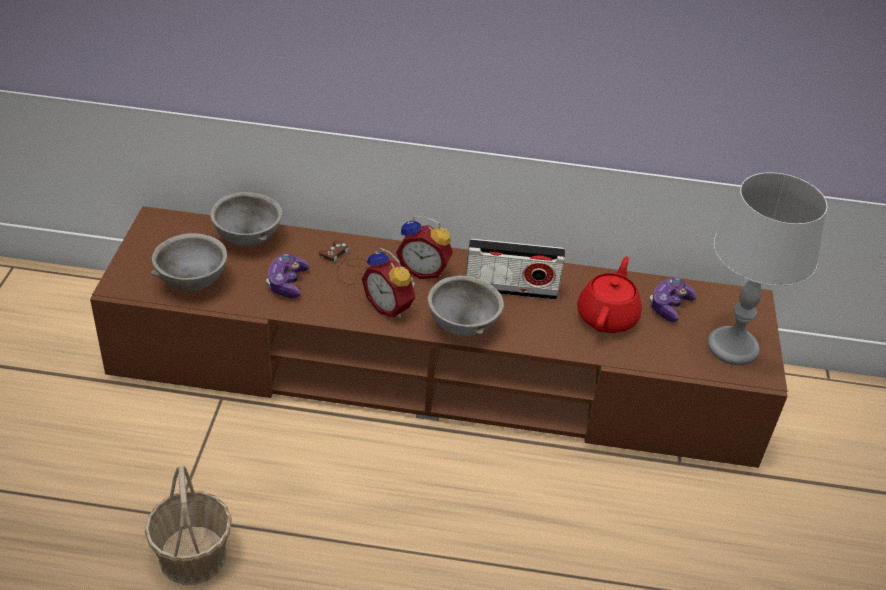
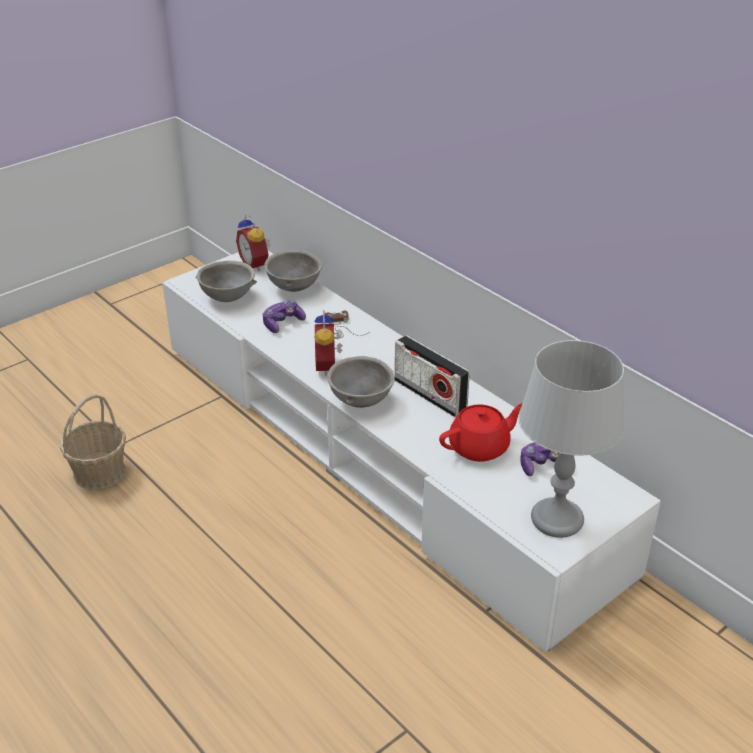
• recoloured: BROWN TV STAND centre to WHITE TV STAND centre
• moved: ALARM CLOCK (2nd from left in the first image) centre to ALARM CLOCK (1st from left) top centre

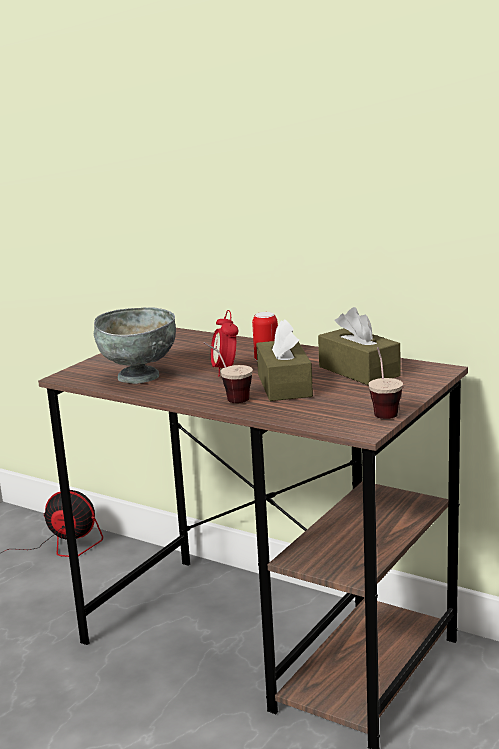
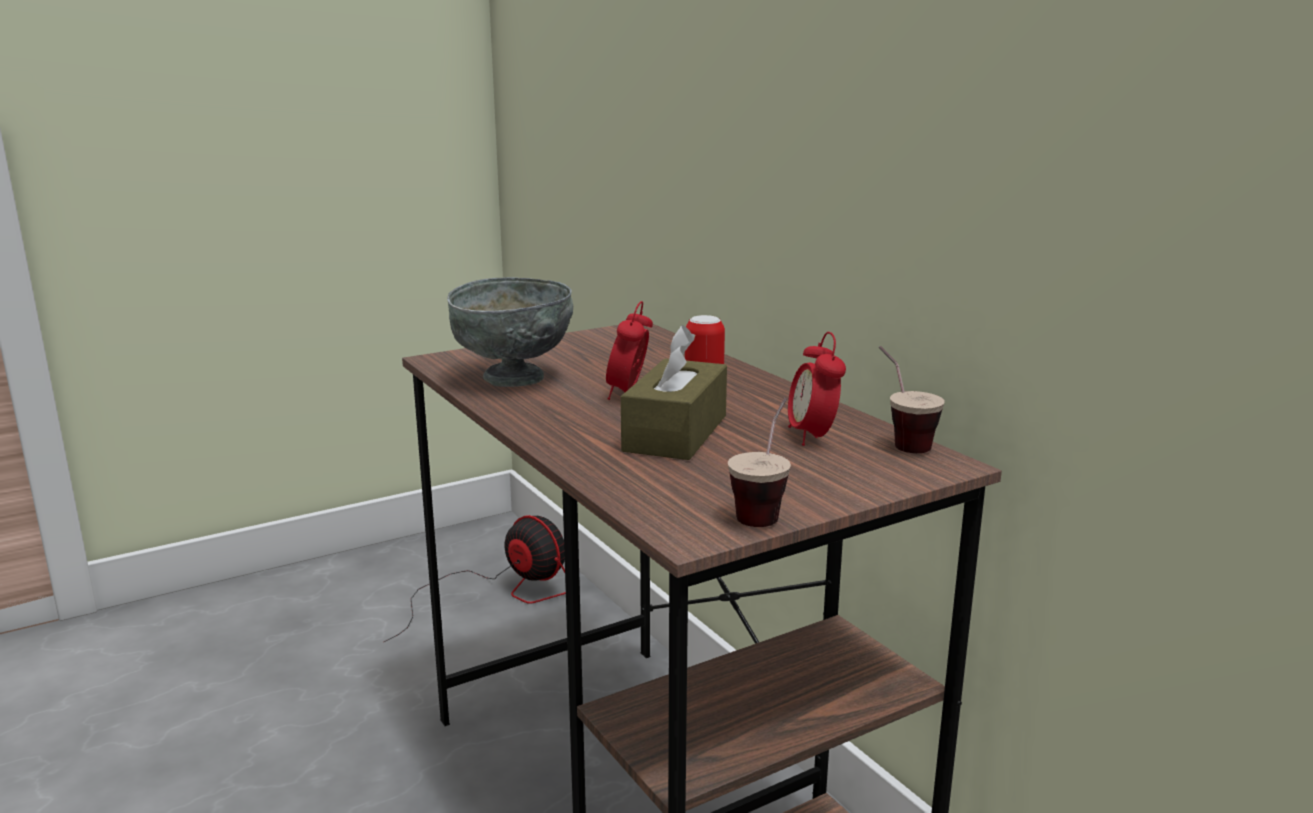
• moved: CUP (1st from left in the first image) centre to CUP (2nd from left) middle right
• replaced: BROWN TISSUE BOX (2nd from left) middle right to ALARM CLOCK (2nd from left) centre

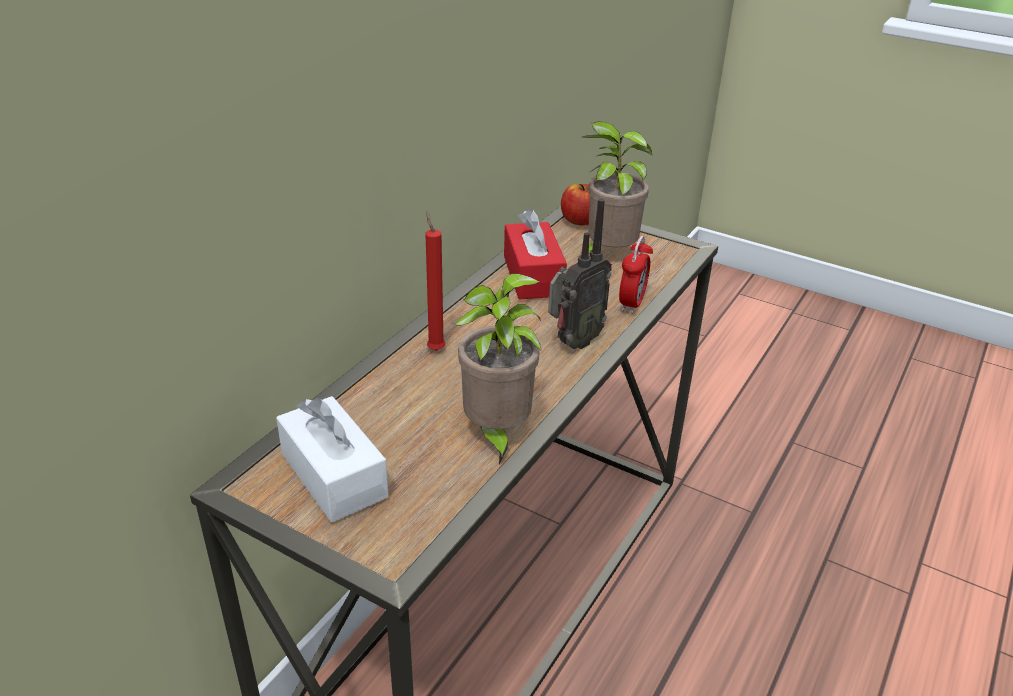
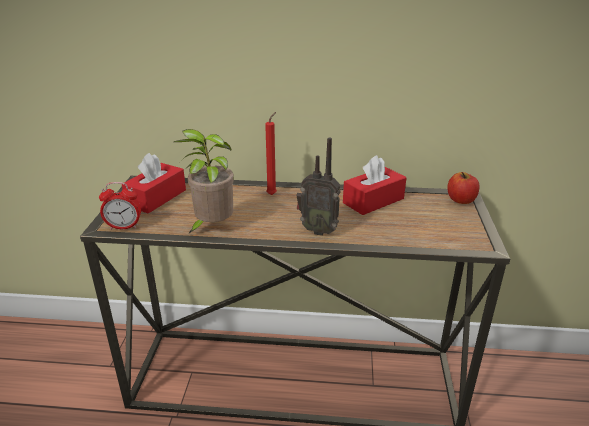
• recoloured: WHITE TISSUE BOX middle left to RED TISSUE BOX (1st from left) middle left
• removed: POTTED PLANT (2nd from left) top centre
• moved: ALARM CLOCK centre to middle left

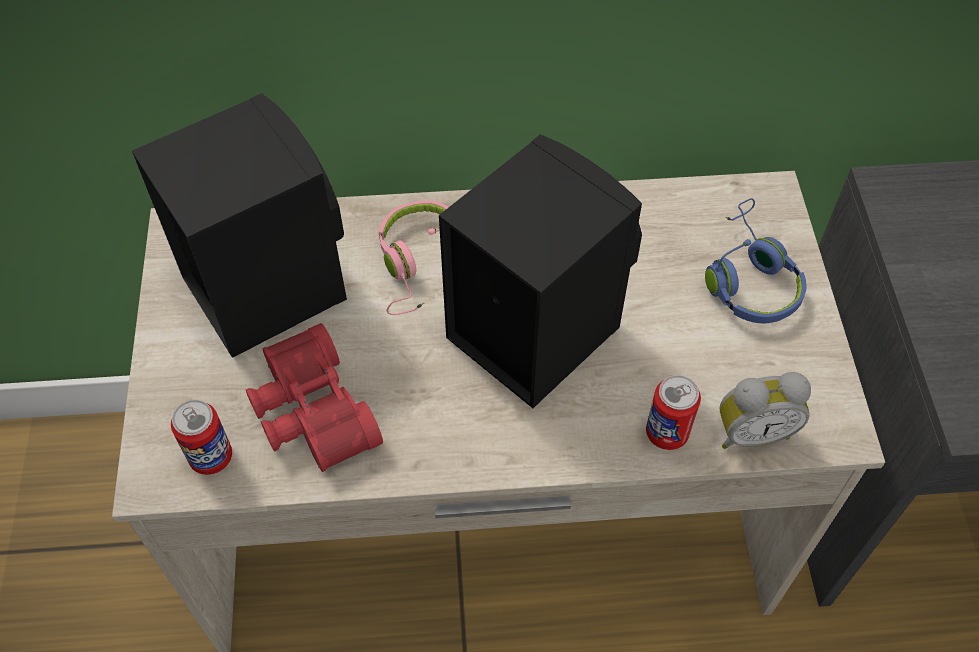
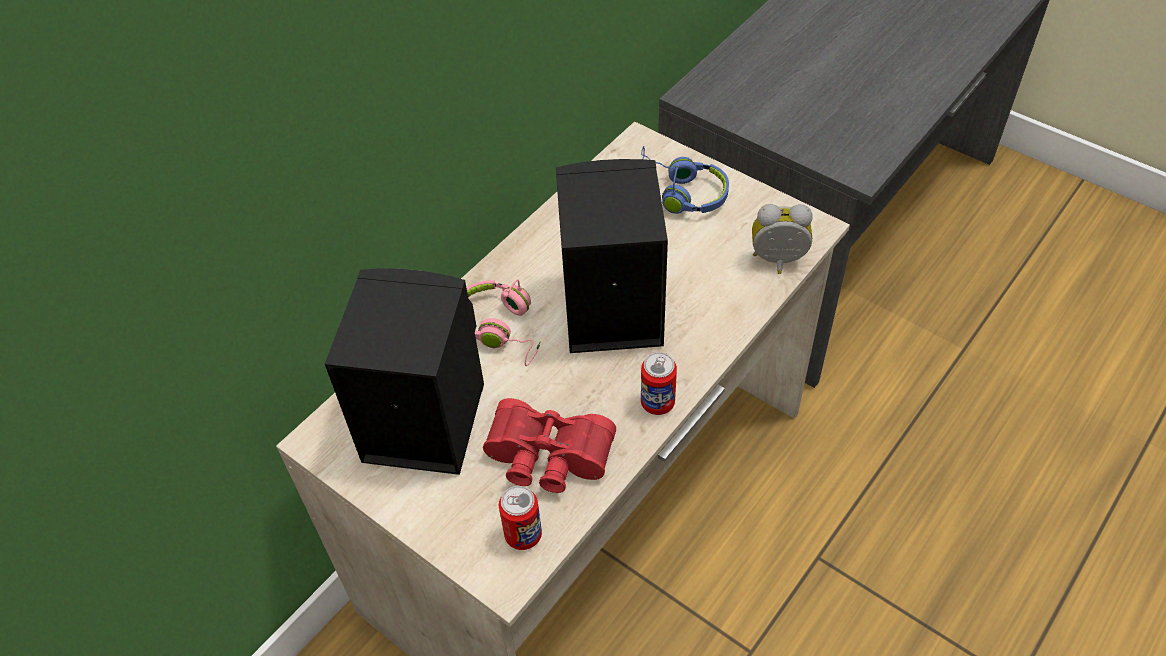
• moved: CAN (2nd from left) middle right to centre
• turned: ALARM CLOCK middle right = middle right 120 degrees counterclockwise

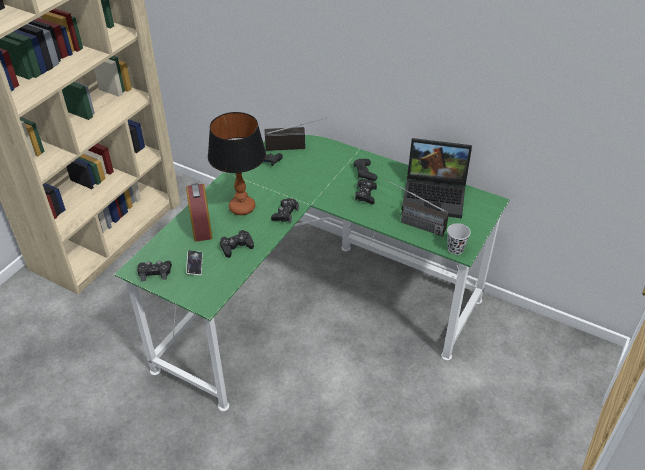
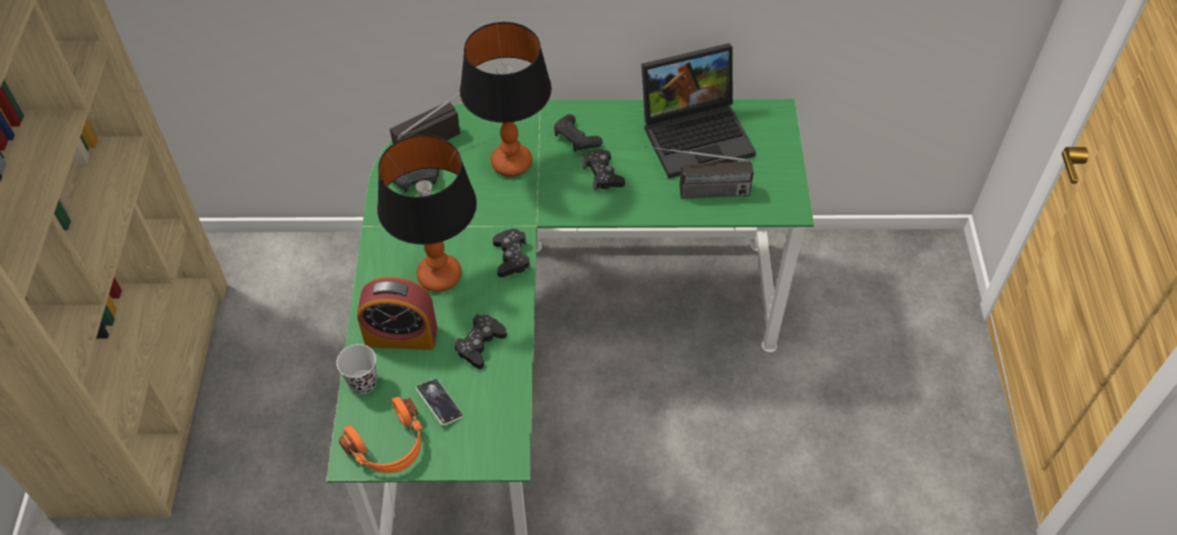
• replaced: BLACK GAME CONTROLLER (1st from left) middle left to ORANGE HEADPHONES bottom left
• turned: ALARM CLOCK middle left = centre 45 degrees counterclockwise
• moved: BLACK CUP middle right to bottom left
• added: TABLE LAMP (2nd from left) top centre

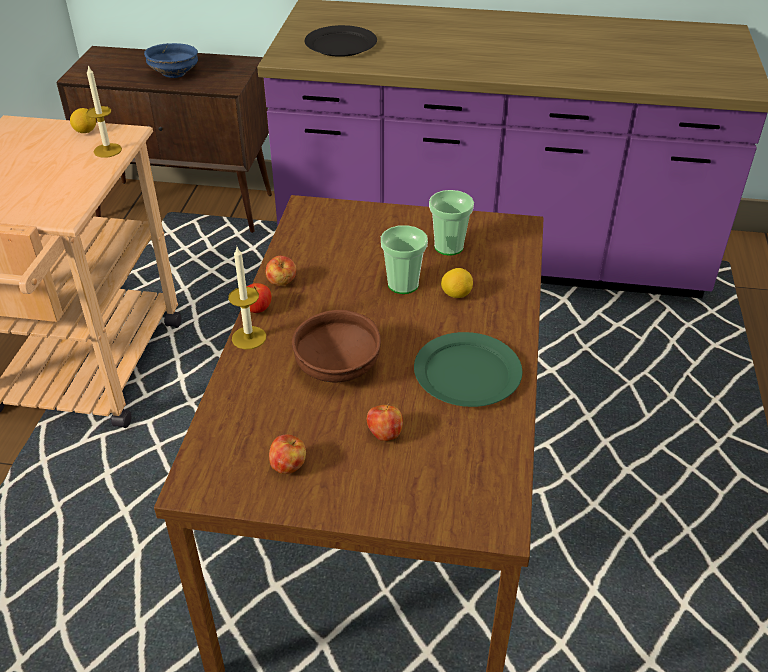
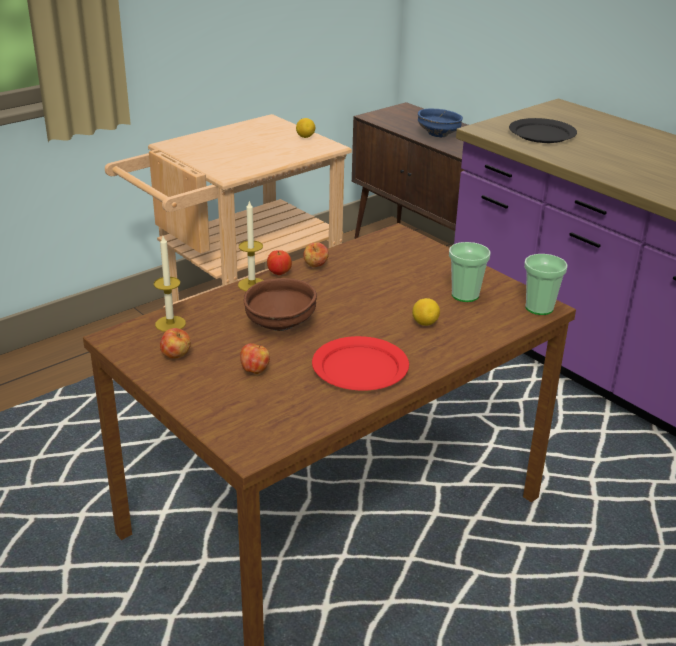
• moved: CANDLE (1st from left) top left to middle left
• moved: CUP (1st from left in the first image) centre to CUP (2nd from left) middle right
• recoloured: GREEN PLATE centre to RED PLATE centre

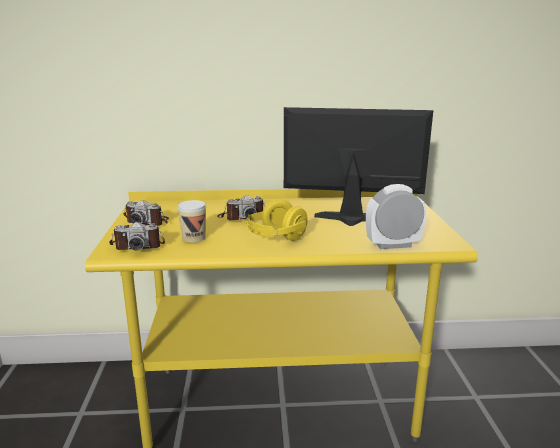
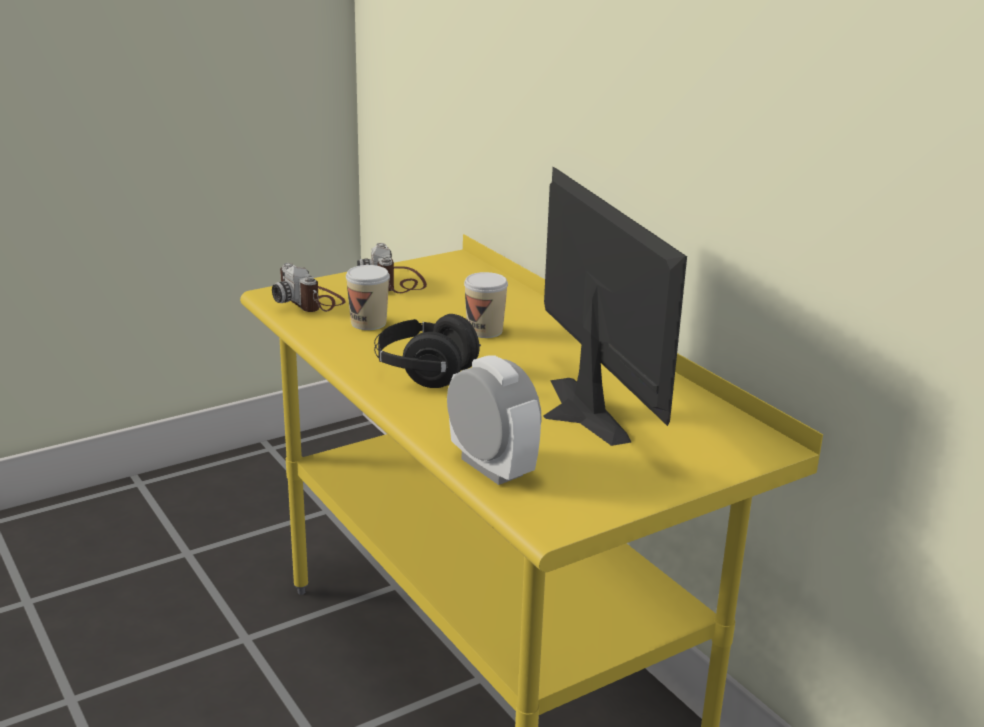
• replaced: PHOTO CAMERA (3rd from left) centre to CUP (2nd from left) centre
• recoloured: YELLOW HEADPHONES centre to BLACK HEADPHONES centre

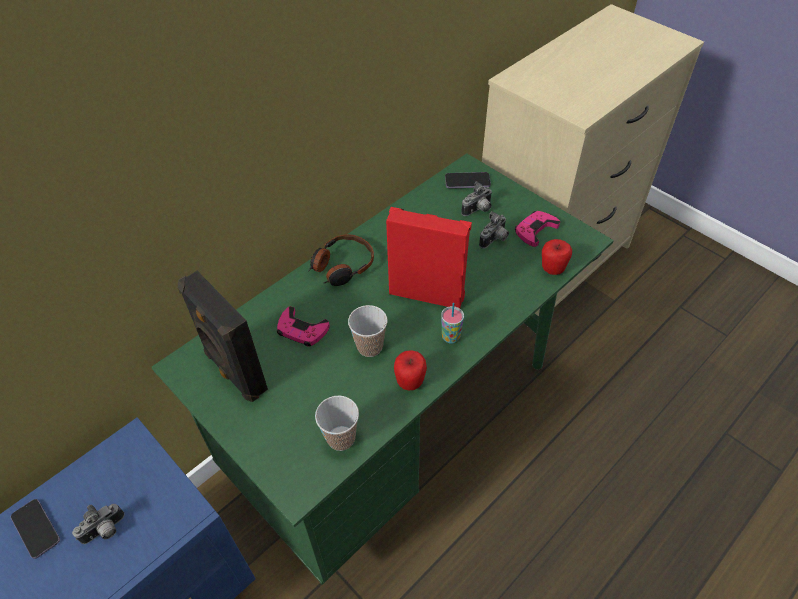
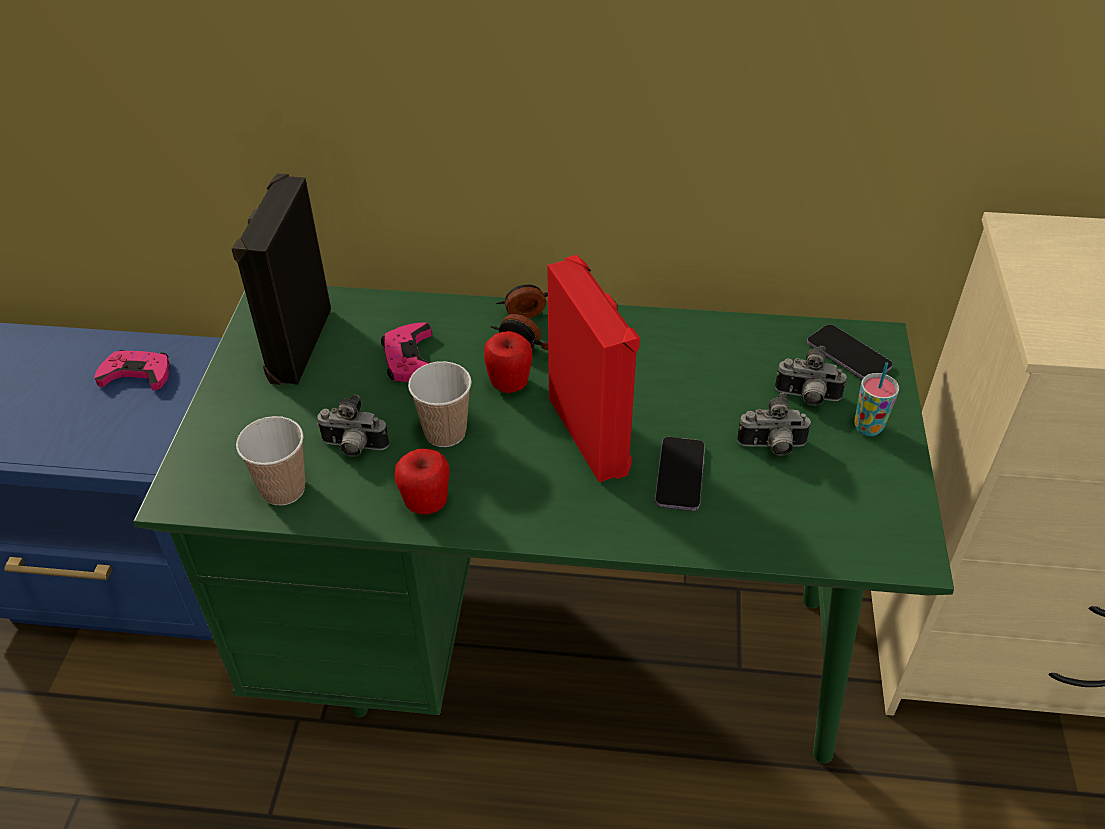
• moved: PHONE (1st from left) bottom left to centre
• moved: PHOTO CAMERA (1st from left) bottom left to middle left
• moved: CUP (3rd from left) centre to middle right
• moved: PINK GAME CONTROLLER (2nd from left in the first image) middle right to PINK GAME CONTROLLER (1st from left) middle left
• moved: APPLE (2nd from left) middle right to centre

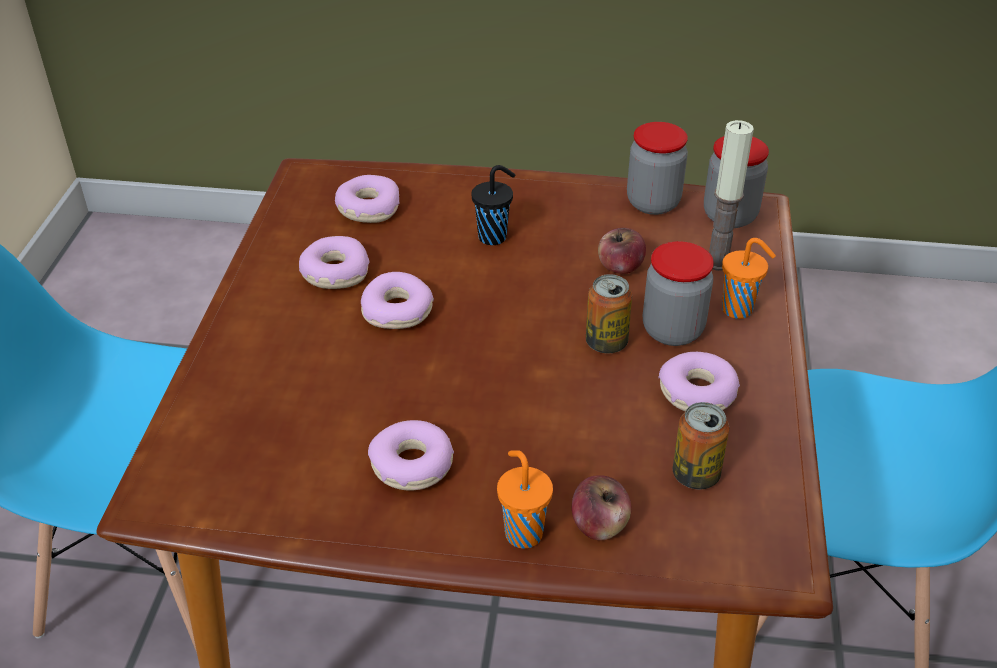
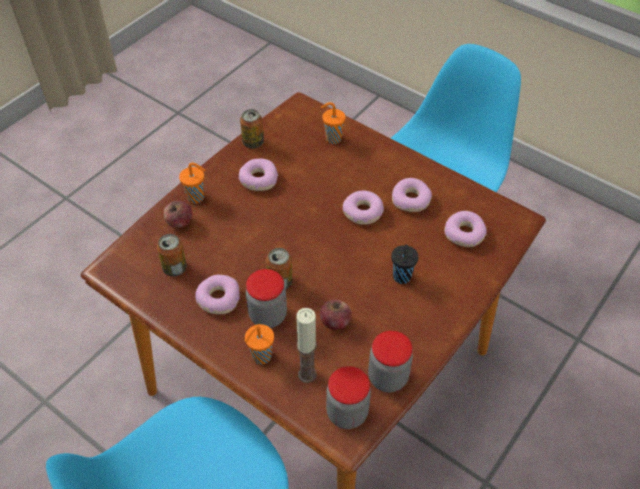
• added: CAN (2nd from left) top centre
• added: ORANGE CUP (3rd from left) top centre

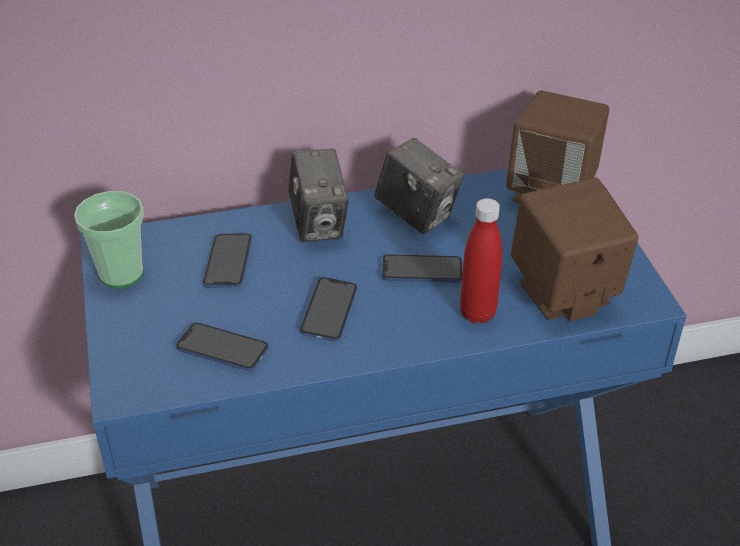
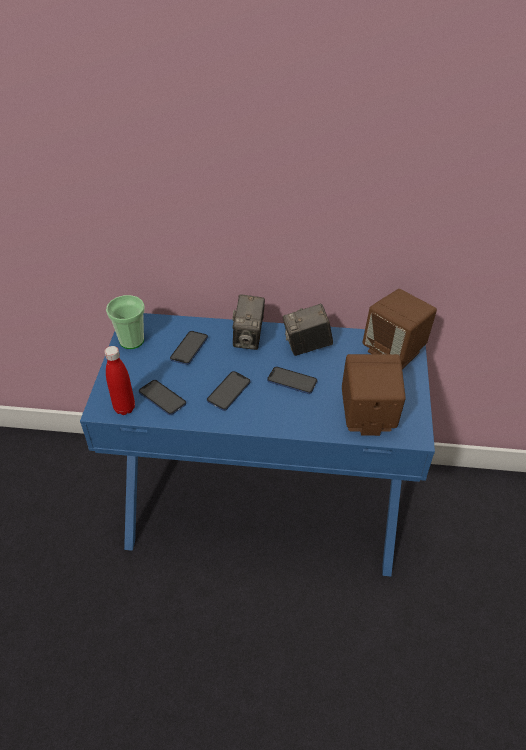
• turned: PHOTO CAMERA (2nd from left) centre = centre 105 degrees clockwise
• moved: RED BOTTLE centre to middle left

